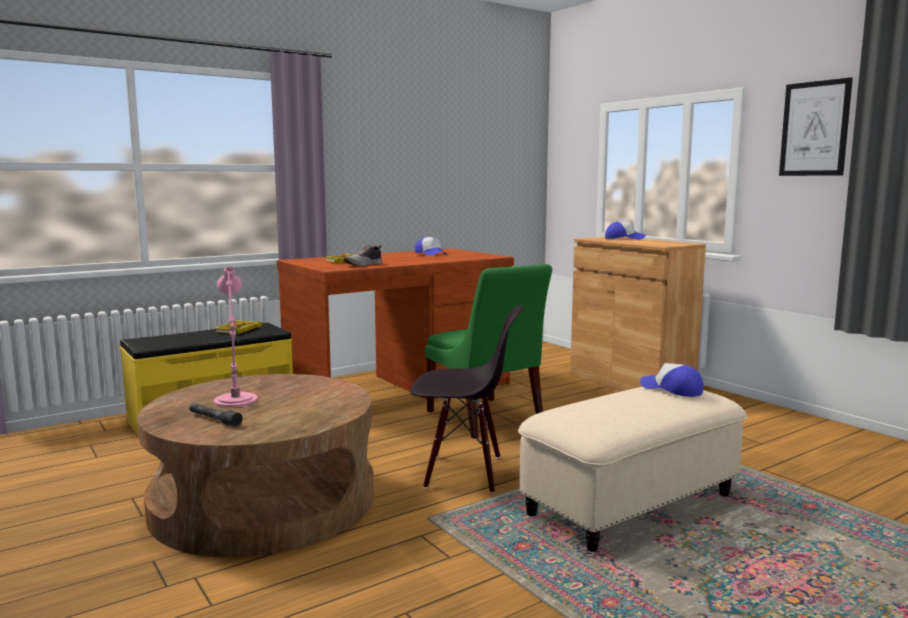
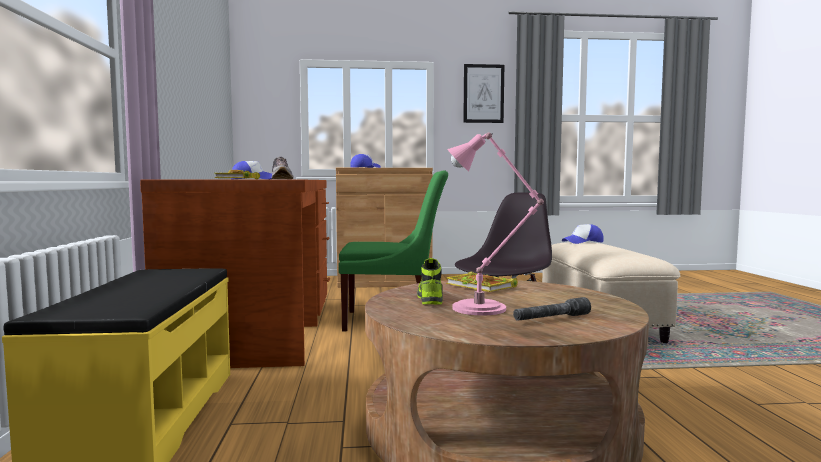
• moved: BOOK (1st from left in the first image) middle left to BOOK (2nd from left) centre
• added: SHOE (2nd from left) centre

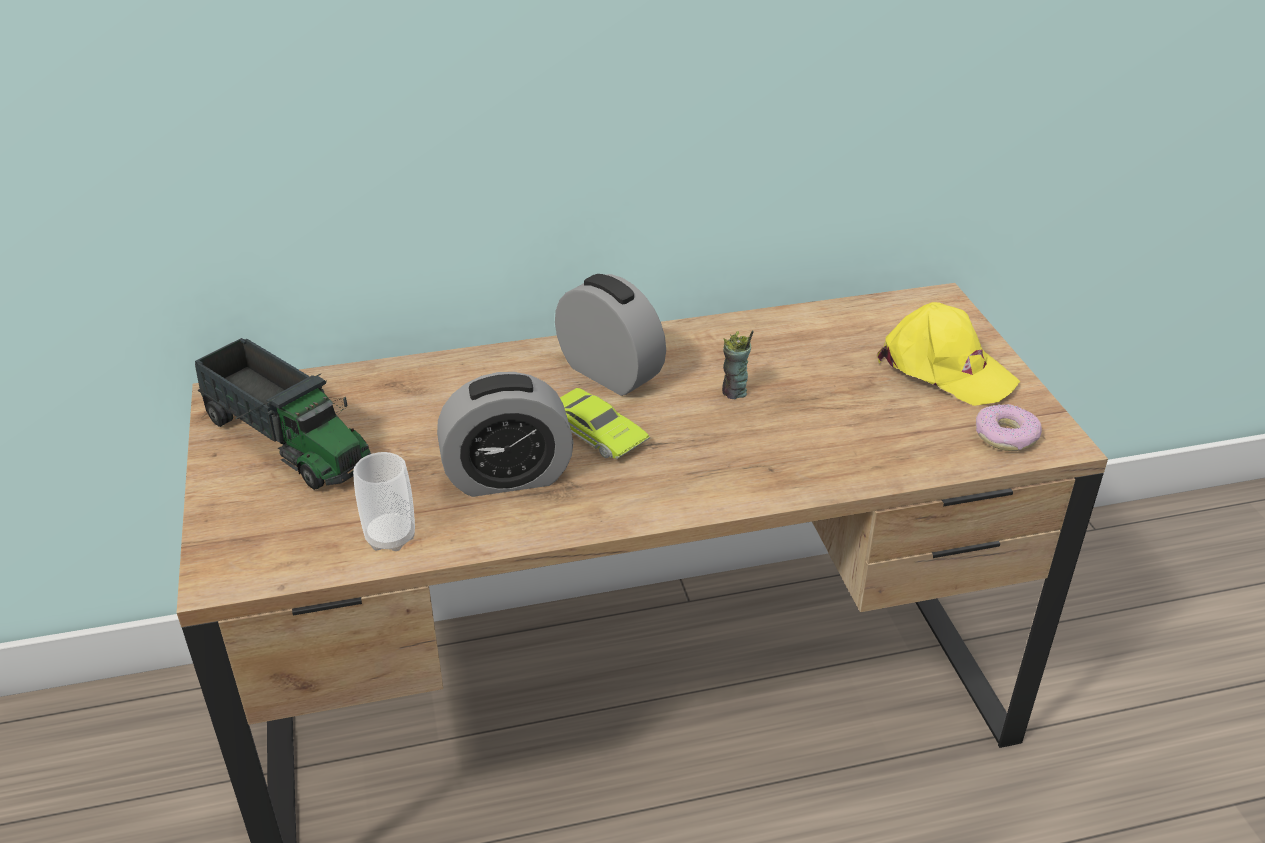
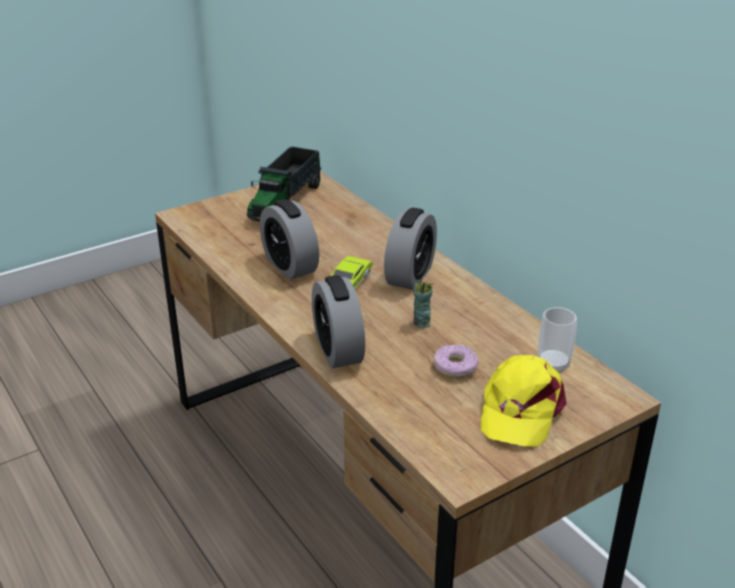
• moved: CUP (1st from left in the first image) middle left to CUP (2nd from left) middle right
• moved: DONUT middle right to centre
• added: ALARM CLOCK (2nd from left) centre

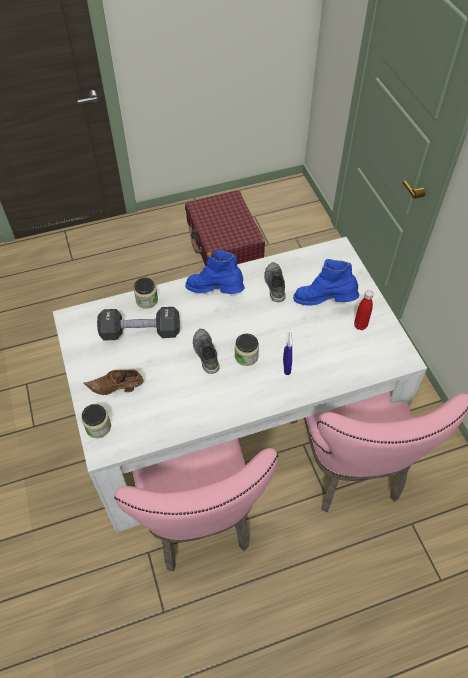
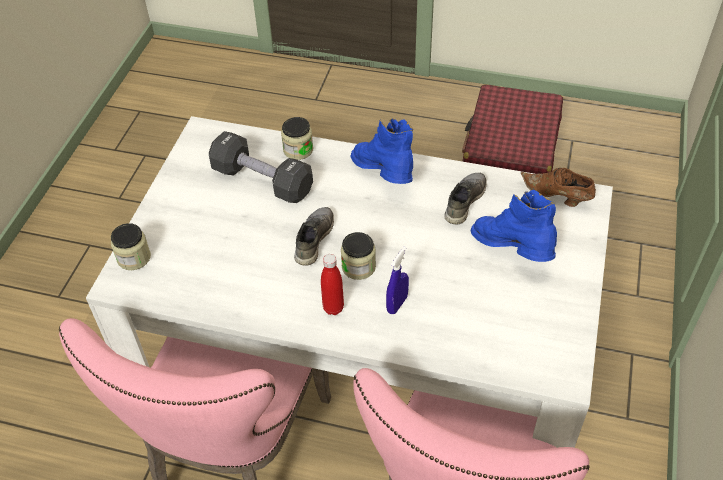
• moved: BROWN SHOE middle left to middle right
• moved: RED BOTTLE middle right to centre

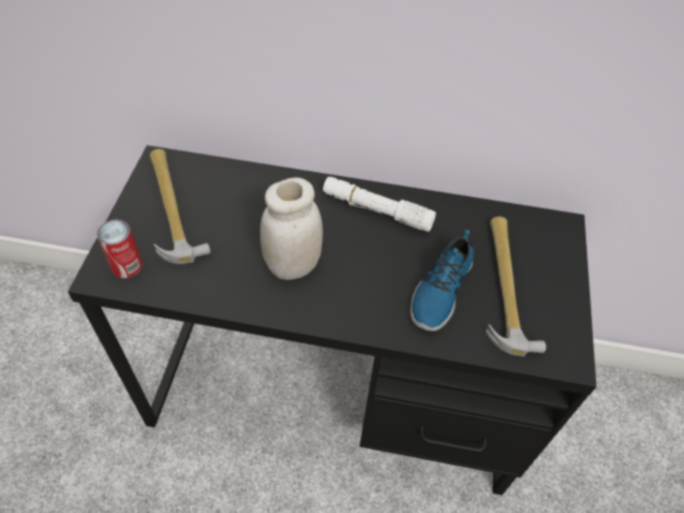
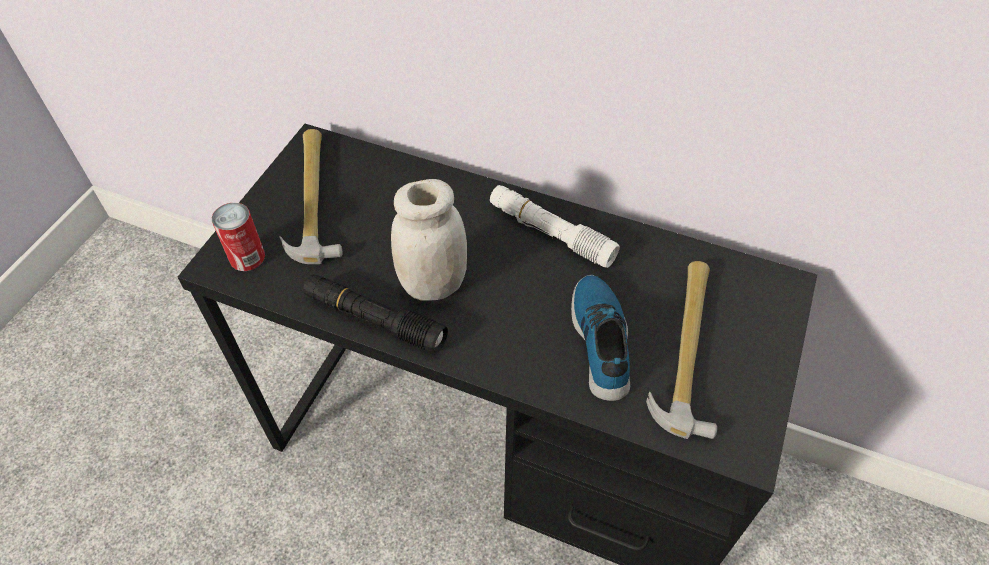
• turned: SHOE centre = centre 135 degrees clockwise
• added: BLACK FLASHLIGHT centre

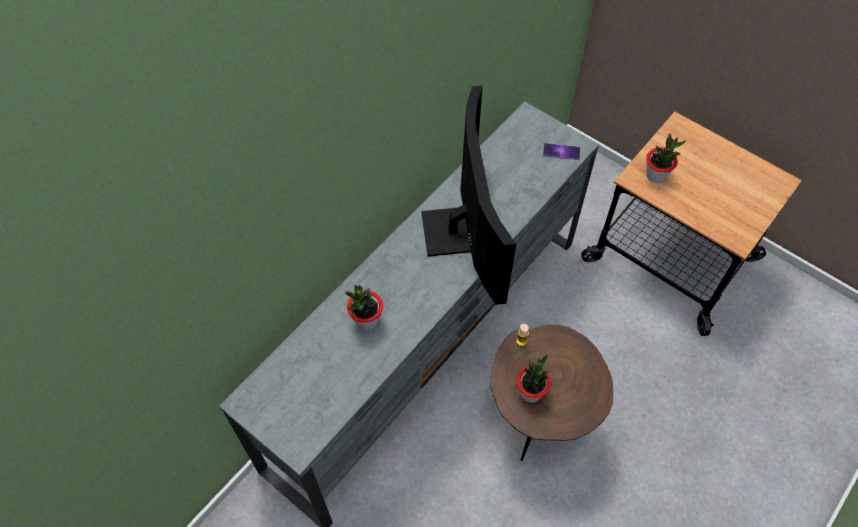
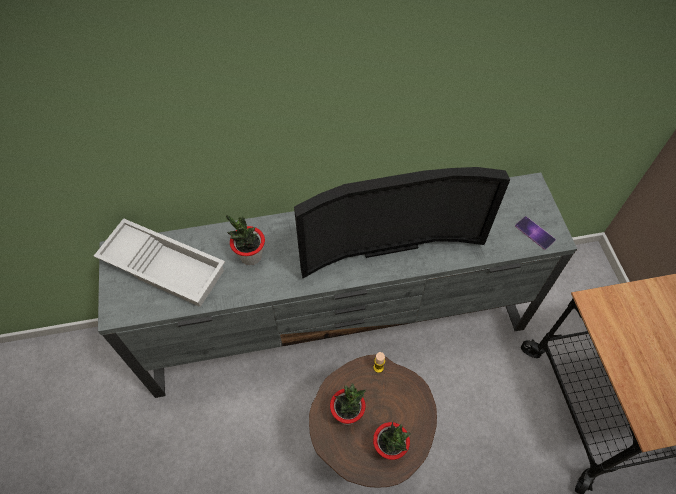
• turned: TELEVISION centre = centre 45 degrees clockwise
• moved: POTTED PLANT (3rd from left) top right to bottom centre
• added: WHITE TRAY middle left

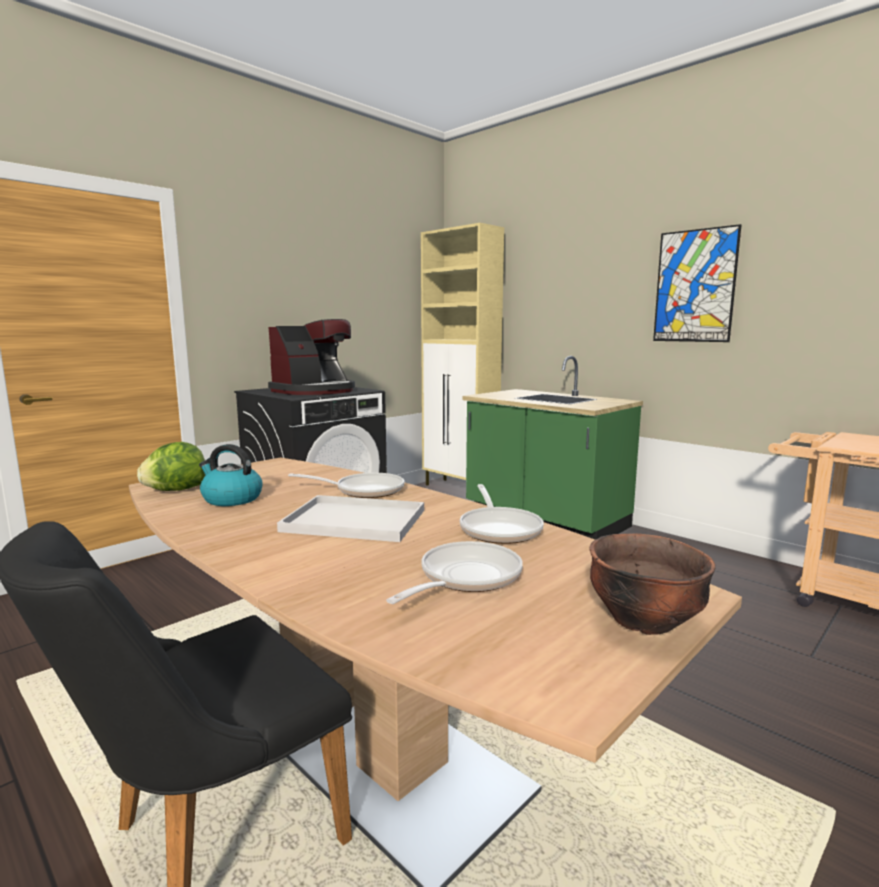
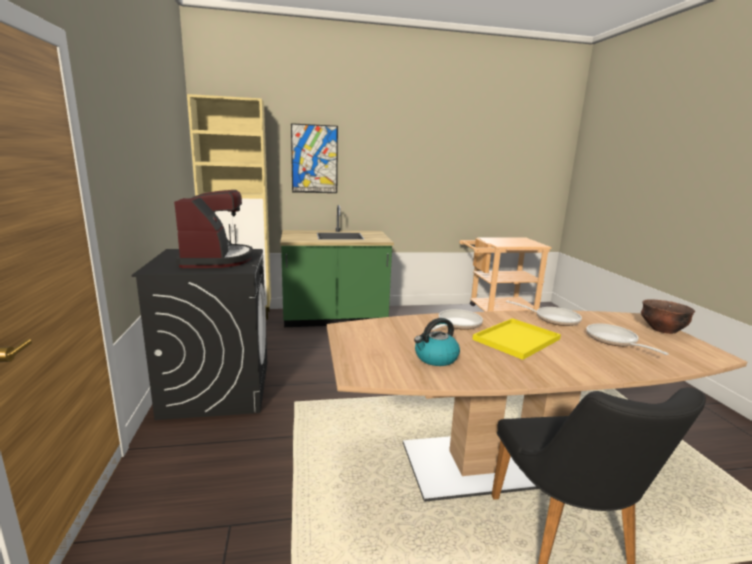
• removed: LETTUCE middle left
• recoloured: WHITE TRAY centre to YELLOW TRAY middle right
• moved: PICTURE top right to top centre

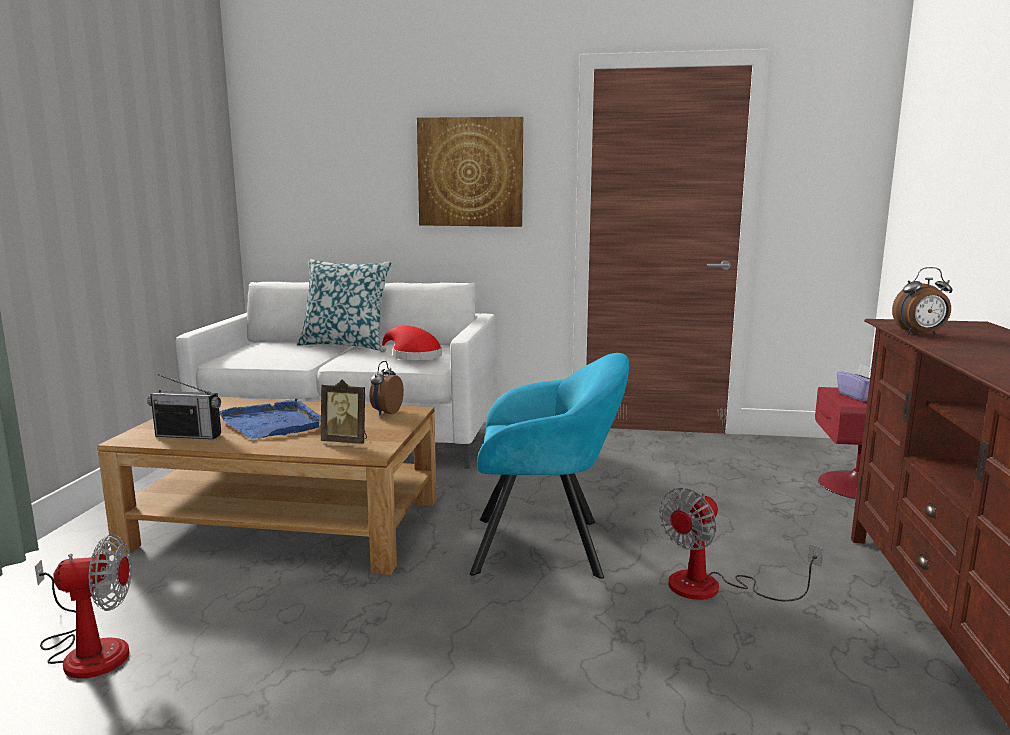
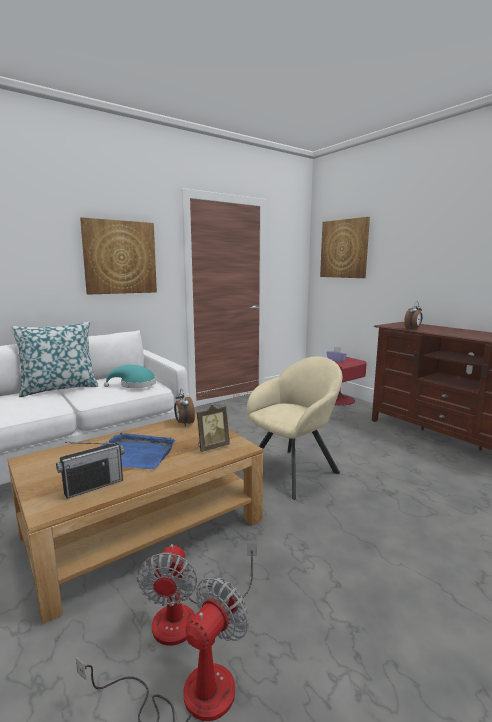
• recoloured: RED HAT centre to TURQUOISE HAT middle left
• recoloured: TURQUOISE ARMCHAIR centre to BEIGE ARMCHAIR centre
• moved: FAN (2nd from left) bottom right to bottom centre
• added: PICTURE (2nd from left) middle right

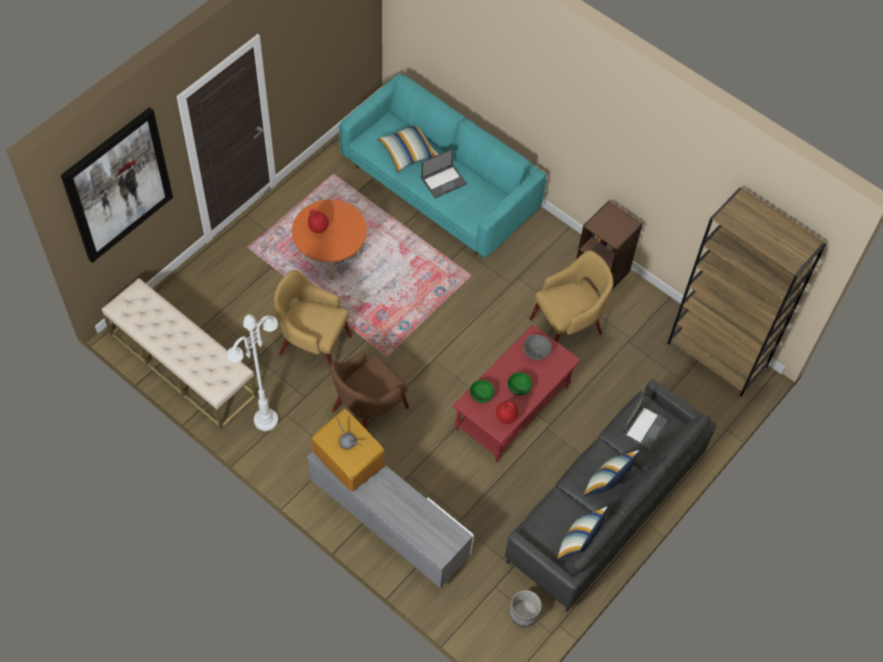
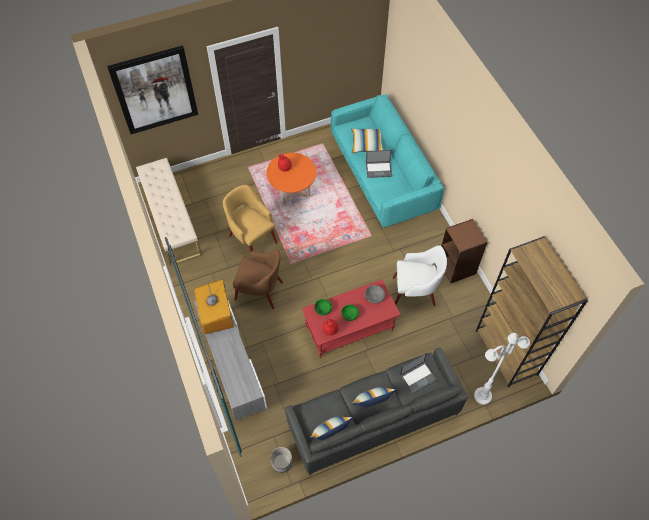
• moved: WHITE FLOOR LAMP middle left to bottom right
• turned: BROWN ARMCHAIR centre = centre 150 degrees counterclockwise
• recoloured: YELLOW ARMCHAIR (2nd from left) centre to WHITE ARMCHAIR centre

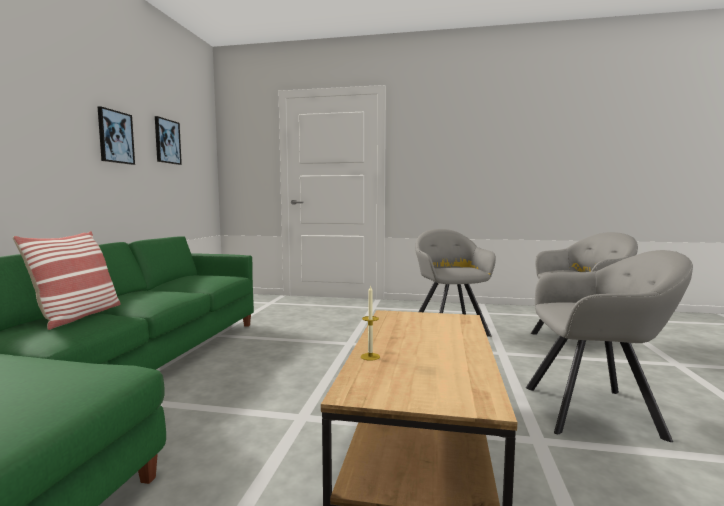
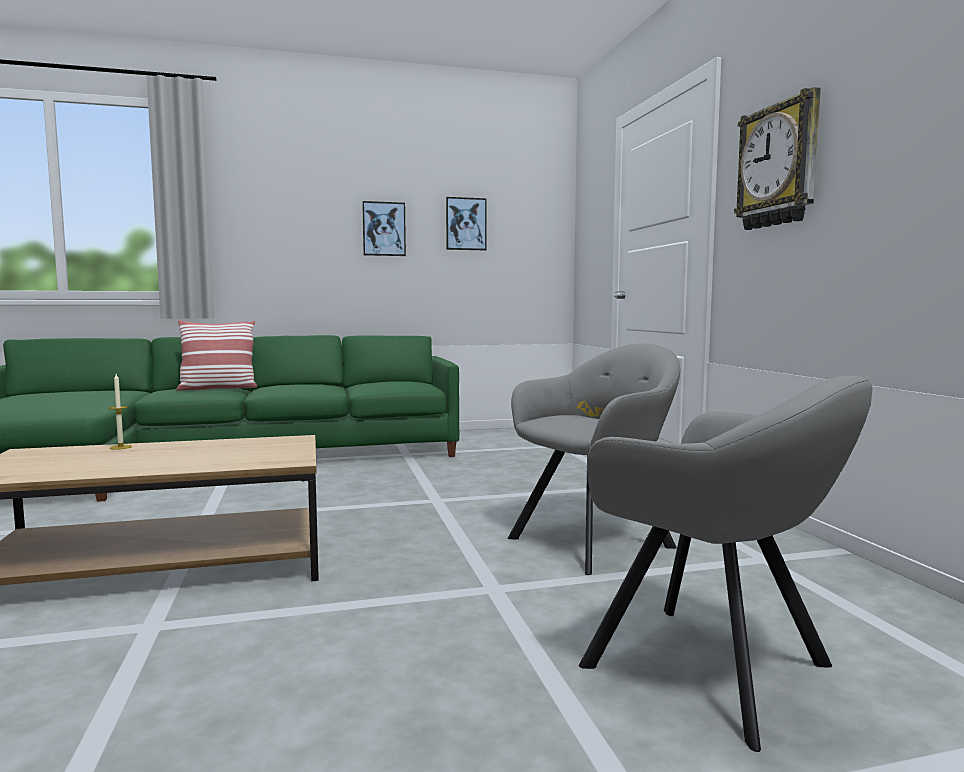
• removed: GREY ARMCHAIR (3rd from left) bottom right
• added: WALL CLOCK top right

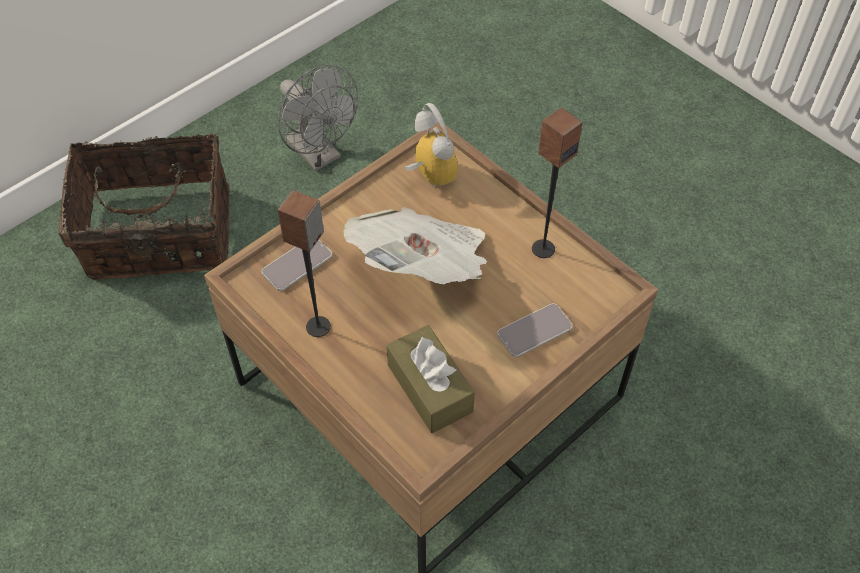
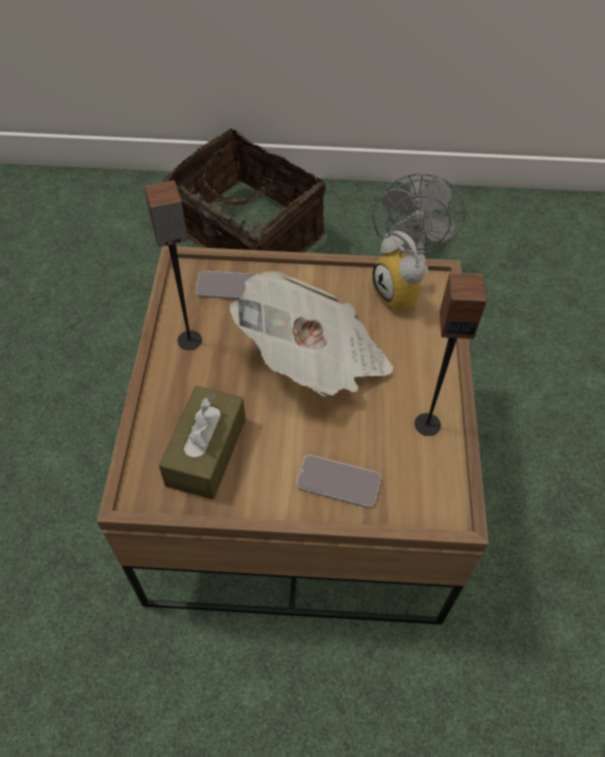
• turned: ALARM CLOCK top centre = centre 135 degrees clockwise

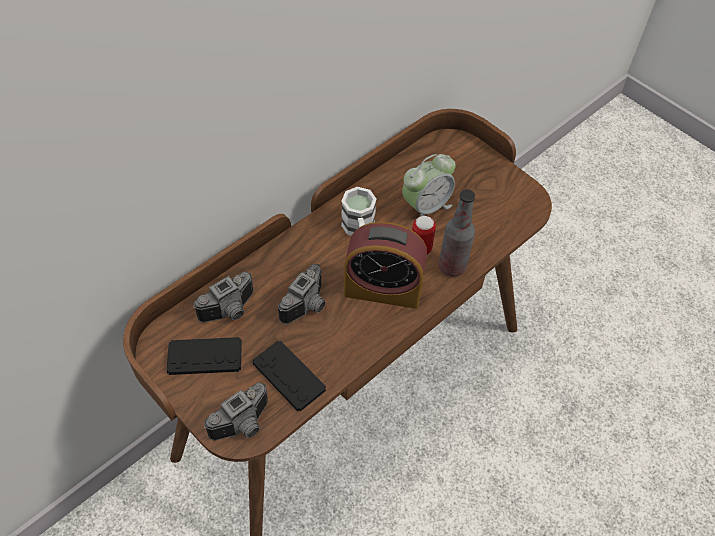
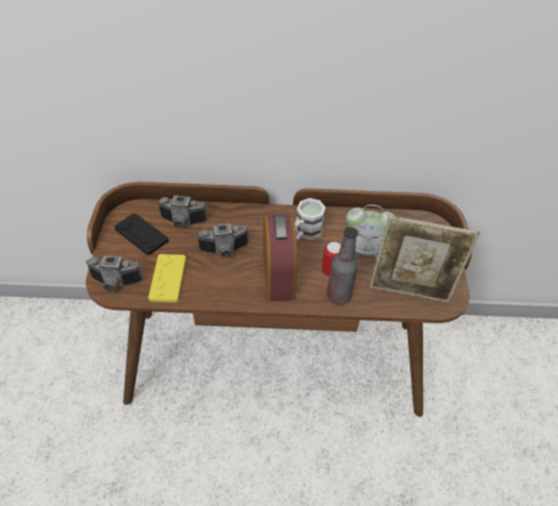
• recoloured: BLACK GAME CONTROLLER (2nd from left) bottom centre to YELLOW GAME CONTROLLER middle left
• turned: ALARM CLOCK (1st from left) centre = centre 150 degrees counterclockwise
• added: PICTURE FRAME middle right

